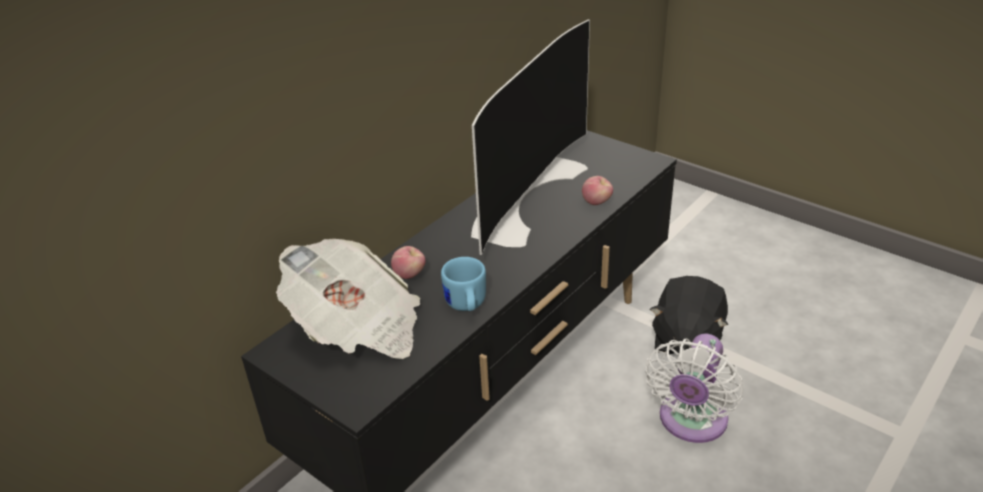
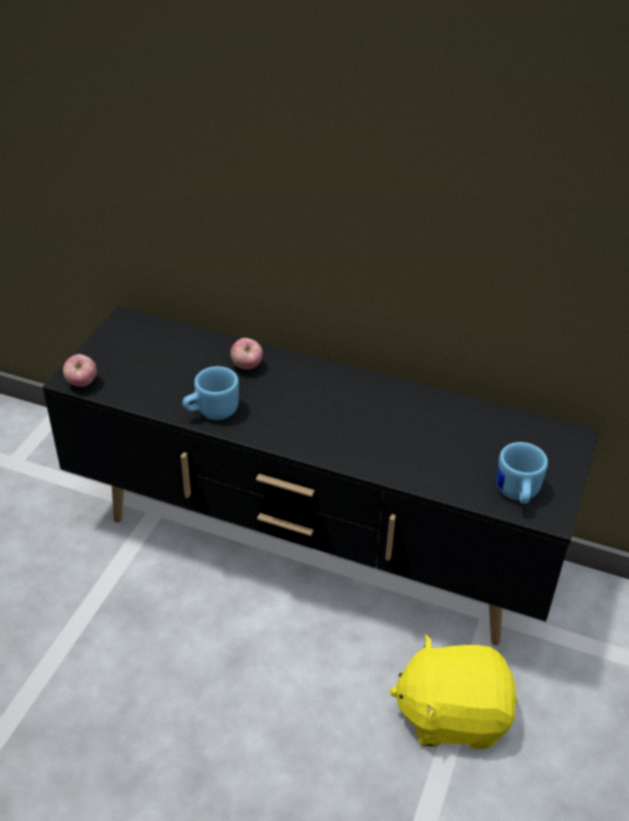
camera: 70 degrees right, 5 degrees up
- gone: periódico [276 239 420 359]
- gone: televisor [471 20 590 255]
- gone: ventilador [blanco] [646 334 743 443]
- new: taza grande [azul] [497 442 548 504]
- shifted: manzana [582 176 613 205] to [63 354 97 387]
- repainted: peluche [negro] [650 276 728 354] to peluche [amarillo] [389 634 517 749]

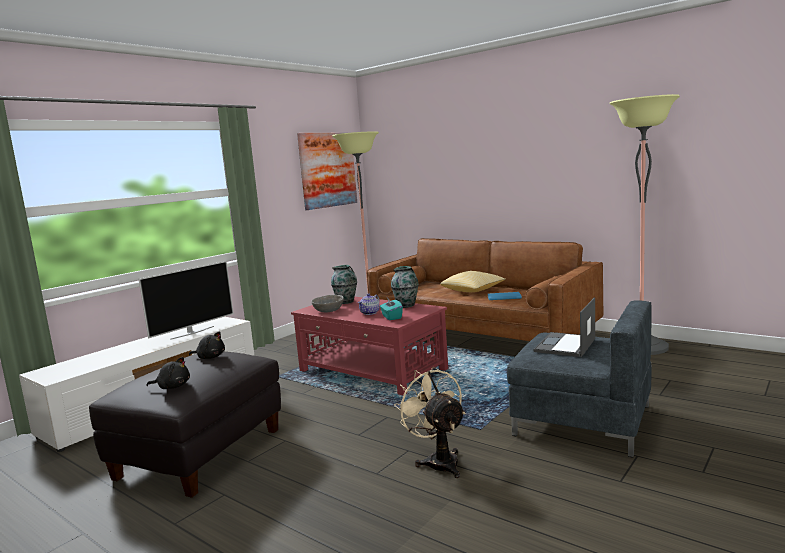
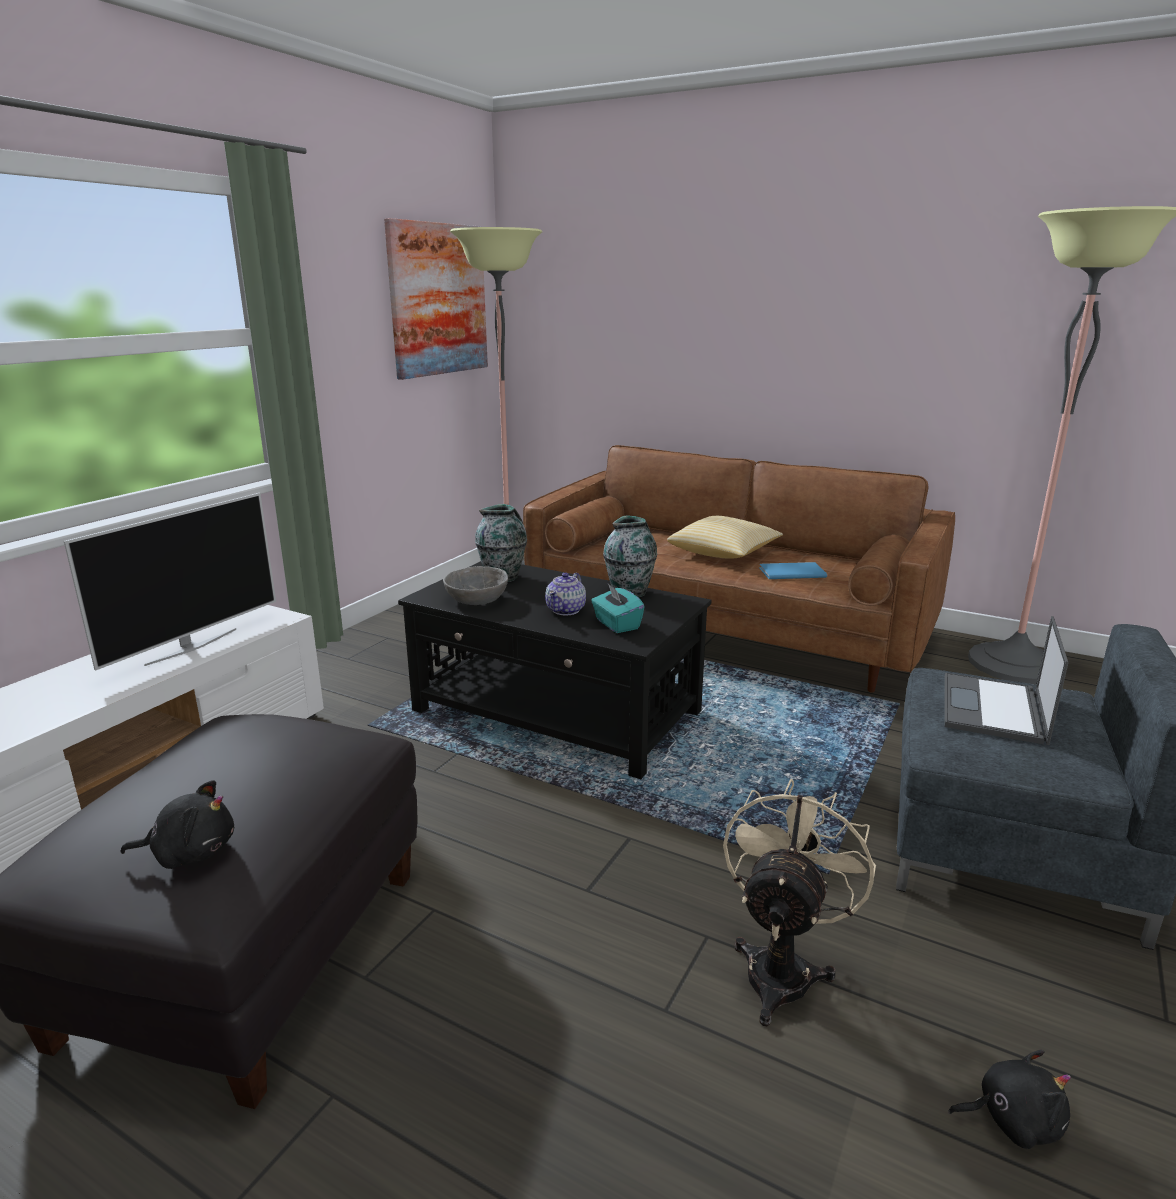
camera: 10 degrees left, 10 degrees up
- shifted: peluche [negro] [189 332 225 359] to [948 1050 1071 1149]
- repainted: mesa de centro [rojo] [291 297 448 395] to mesa de centro [negro] [398 561 712 779]
- rotated: ventilador [beis] [394 367 466 478] = [723 779 876 1026] 60 degrees clockwise

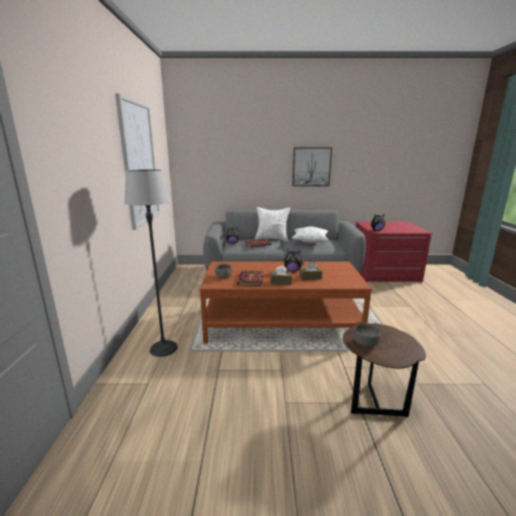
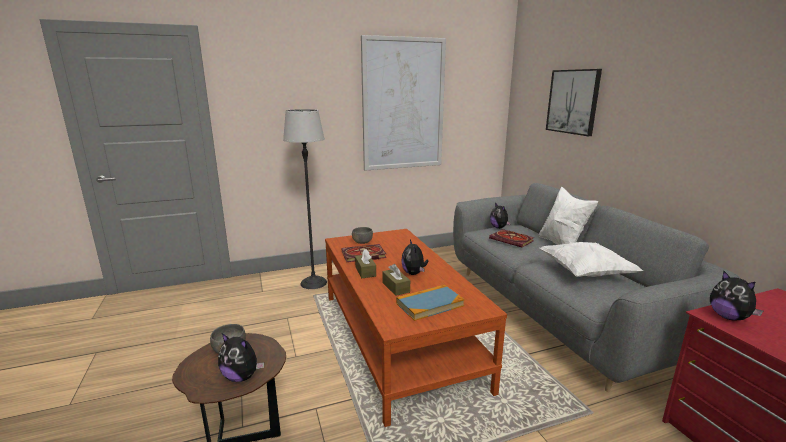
camera: 70 degrees right, 0 degrees up
- new: peluche [218 333 264 382]
- new: libro [396 285 465 321]
- shifted: cuadro [293 147 332 186] to [546 69 602 136]

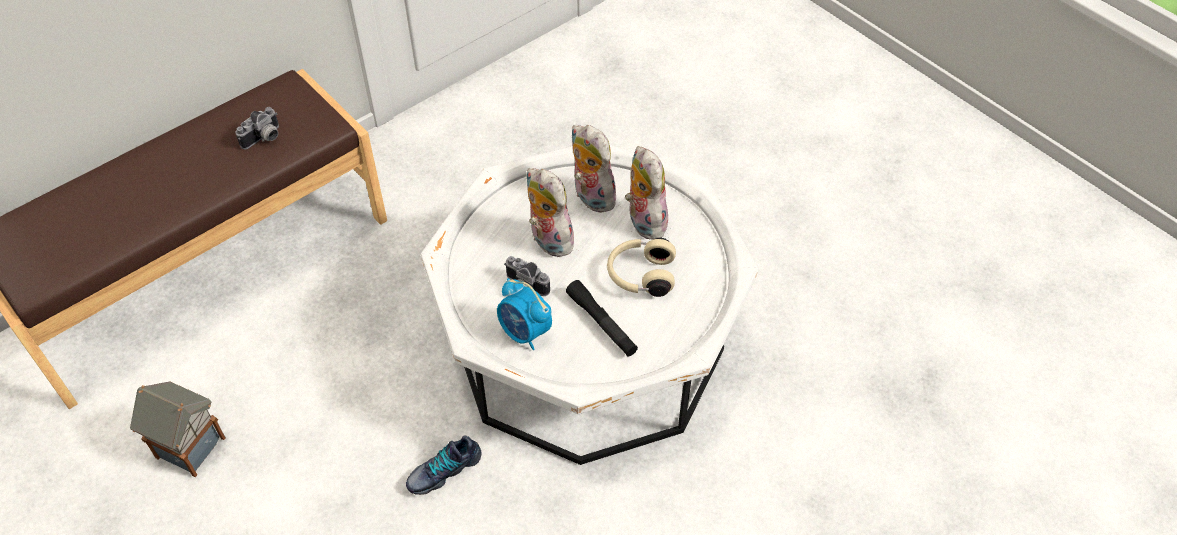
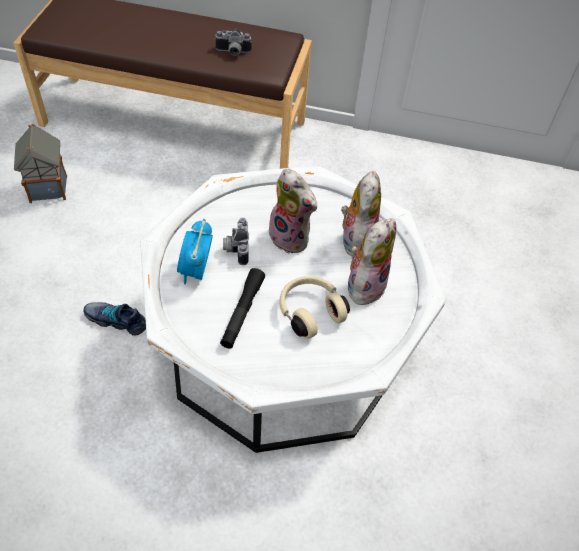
camera: 50 degrees right, 0 degrees up
- rotated: peluche [527 168 574 257] = [266 169 317 254] 120 degrees clockwise

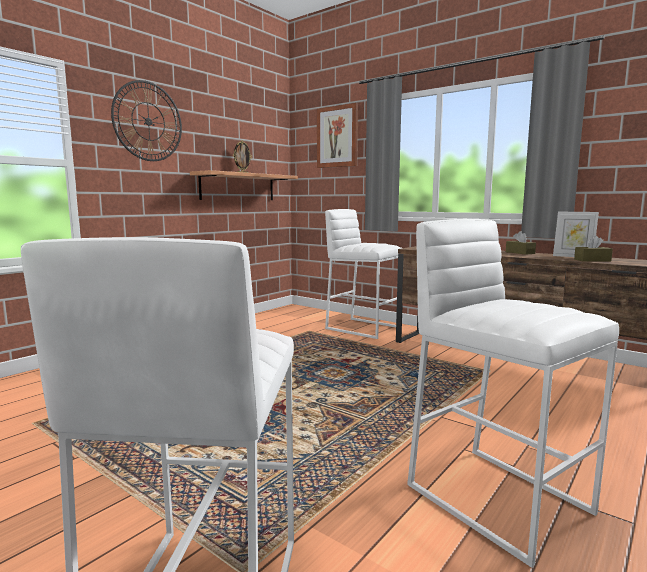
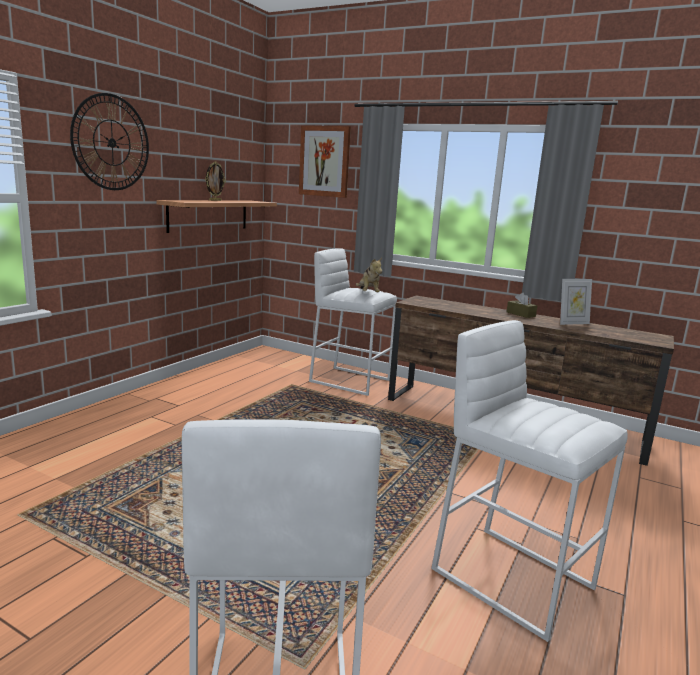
camera: 10 degrees left, 5 degrees up
- gone: caja de pañuelos [marrón] [574 236 613 261]
- new: peluche [356 258 382 292]
- rotated: portarretratos [553 212 599 257] = [560 279 592 325] 45 degrees counterclockwise

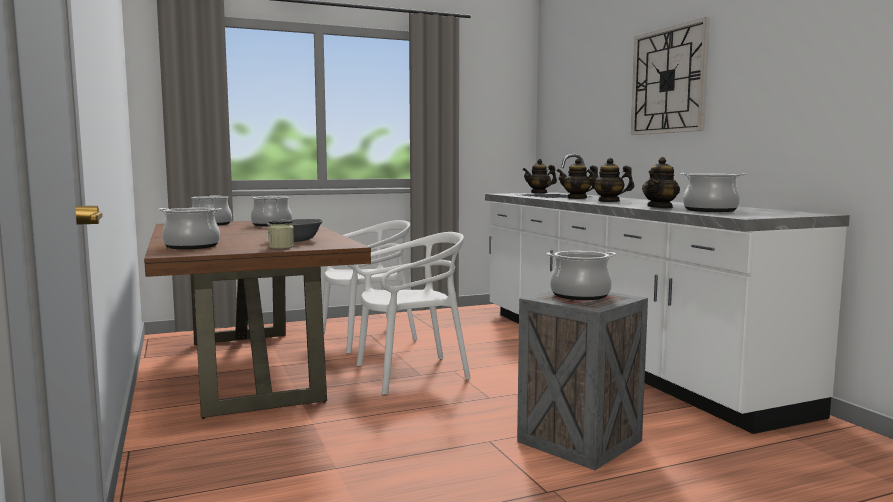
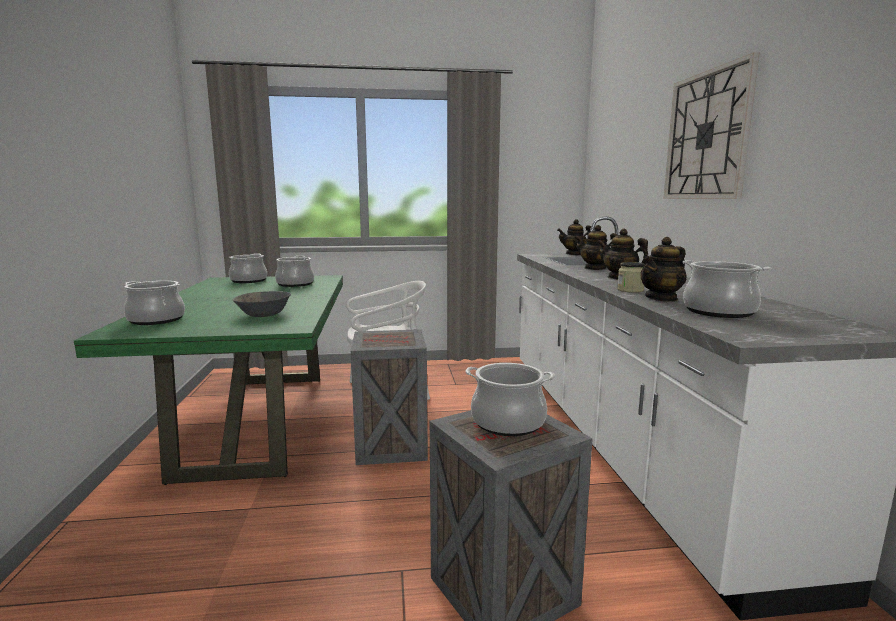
camera: 15 degrees right, 5 degrees up
- shifted: tarro [268 220 294 249] to [617 262 645 292]
- swapped: silla [blanco] [354 232 471 395] to caja de embalaje [351 329 428 465]
- repainted: mesa de comedor [marrón] [144 219 371 419] to mesa de comedor [verde] [74 275 343 485]

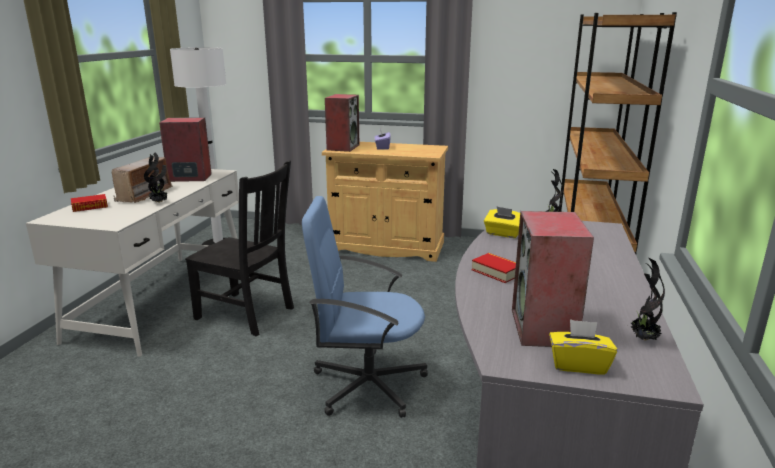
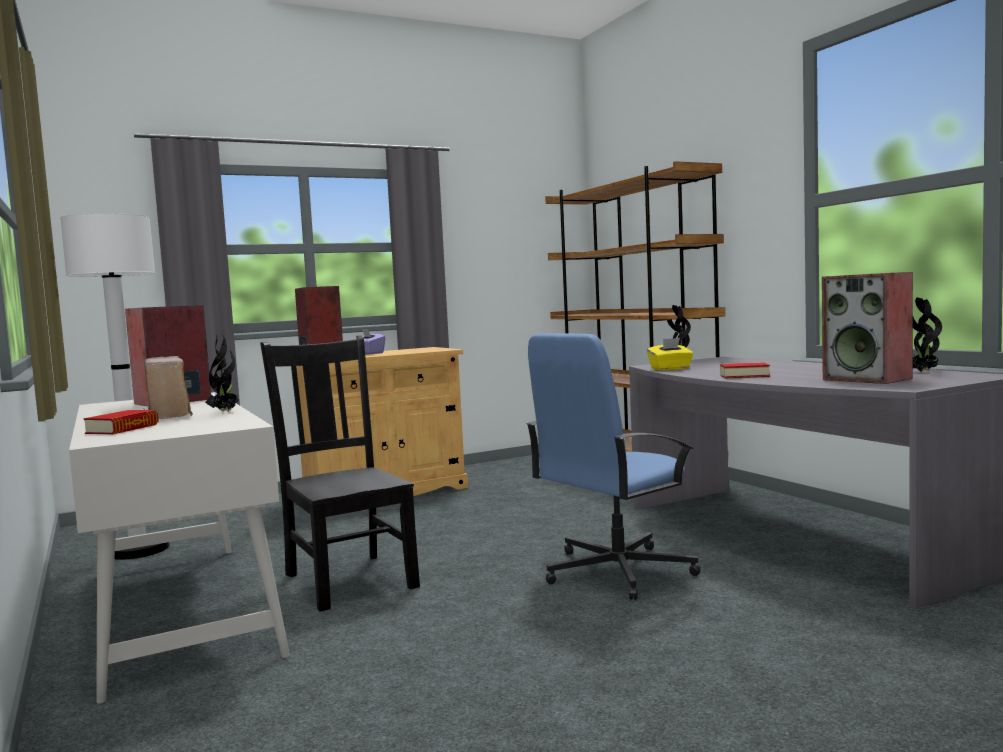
camera: 40 degrees left, 15 degrees down
- gone: caja de pañuelos [amarillo] [549 319 617 374]
- rotated: silla [negro] [185 160 294 336] = [260 335 420 612] 105 degrees counterclockwise

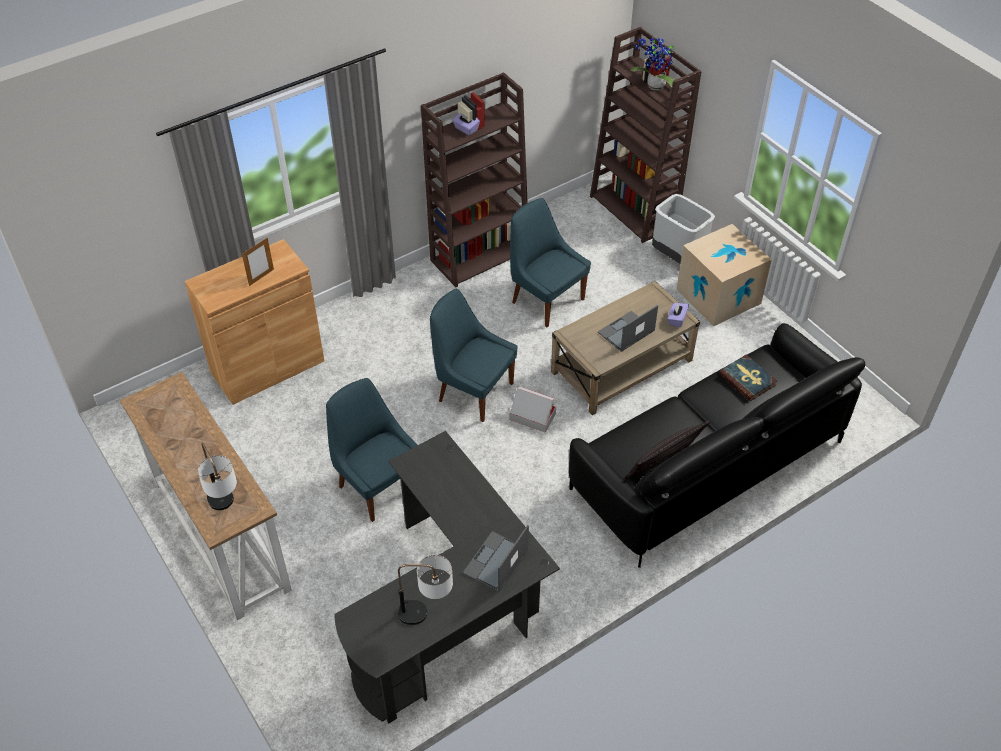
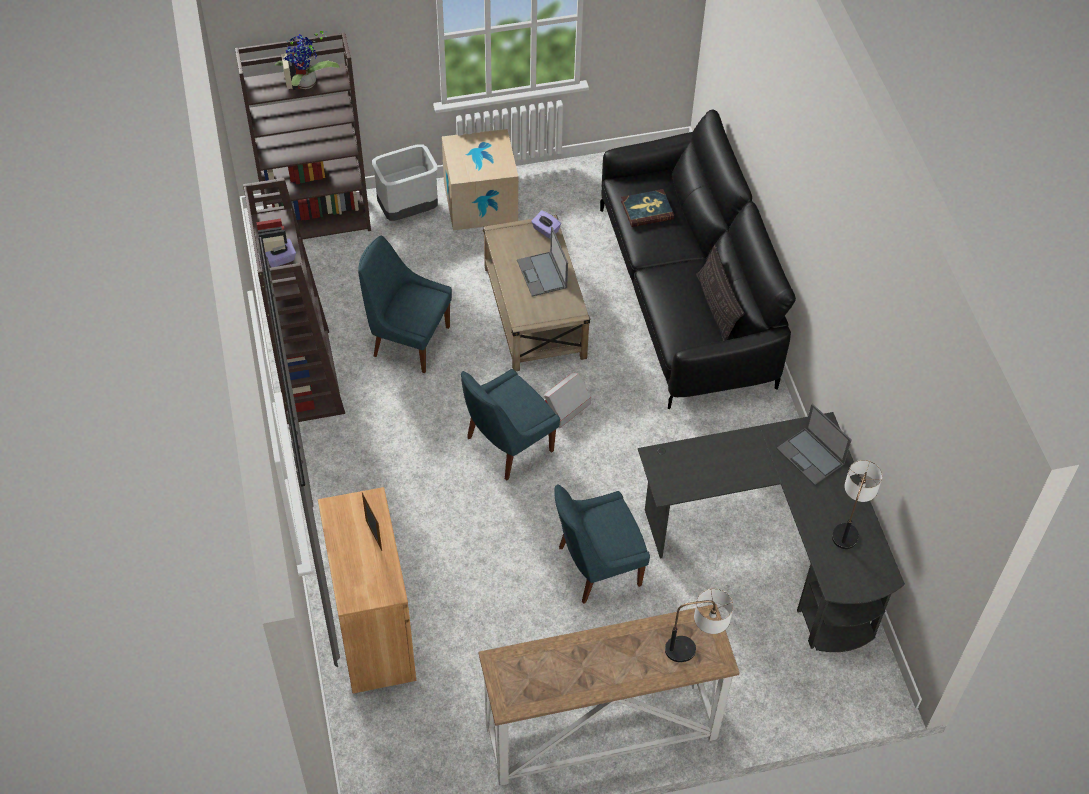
camera: 70 degrees left, 5 degrees up
- rotated: silla [azul] [510 198 591 327] = [358 236 452 373] 45 degrees clockwise

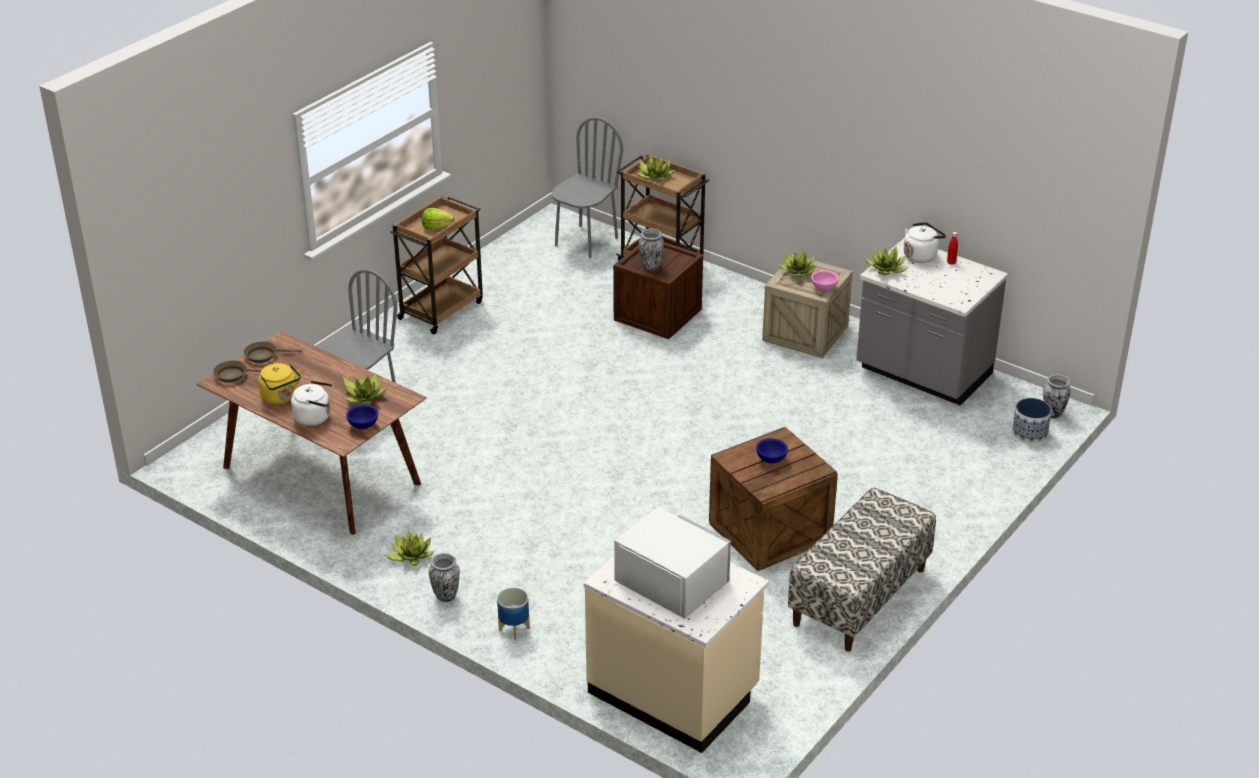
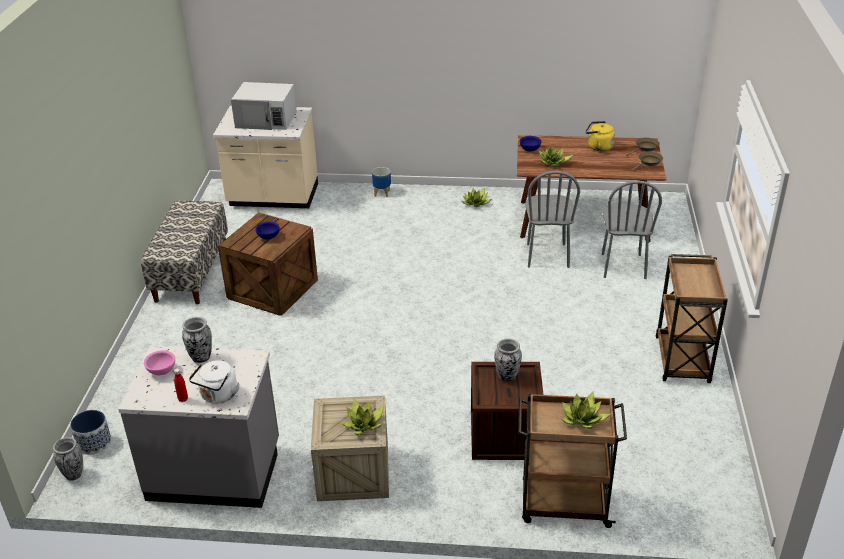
camera: 150 degrees right, 0 degrees up
- gone: hervidor [blanco] [291 380 333 426]
- gone: lechuga [422 208 455 229]
- gone: planta en maceta [864 247 906 275]
- shifted: florero [429 553 460 602] to [182 317 212 363]
- shifted: silla [gris] [552 117 623 258] to [525 171 580 268]
- shifted: cuenco [rosa] [811 270 839 291] to [144 350 175 375]

